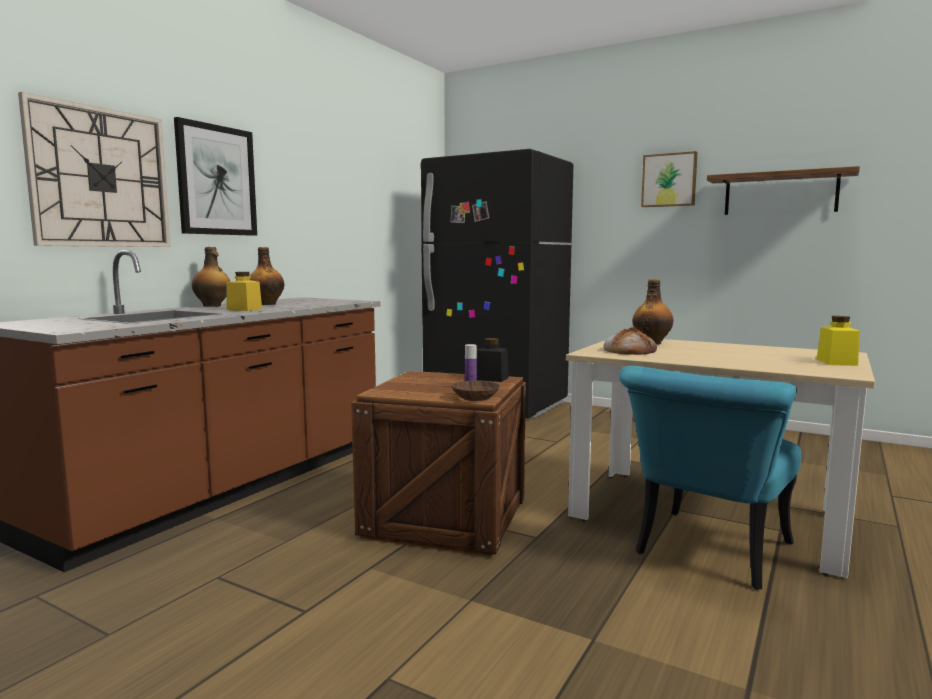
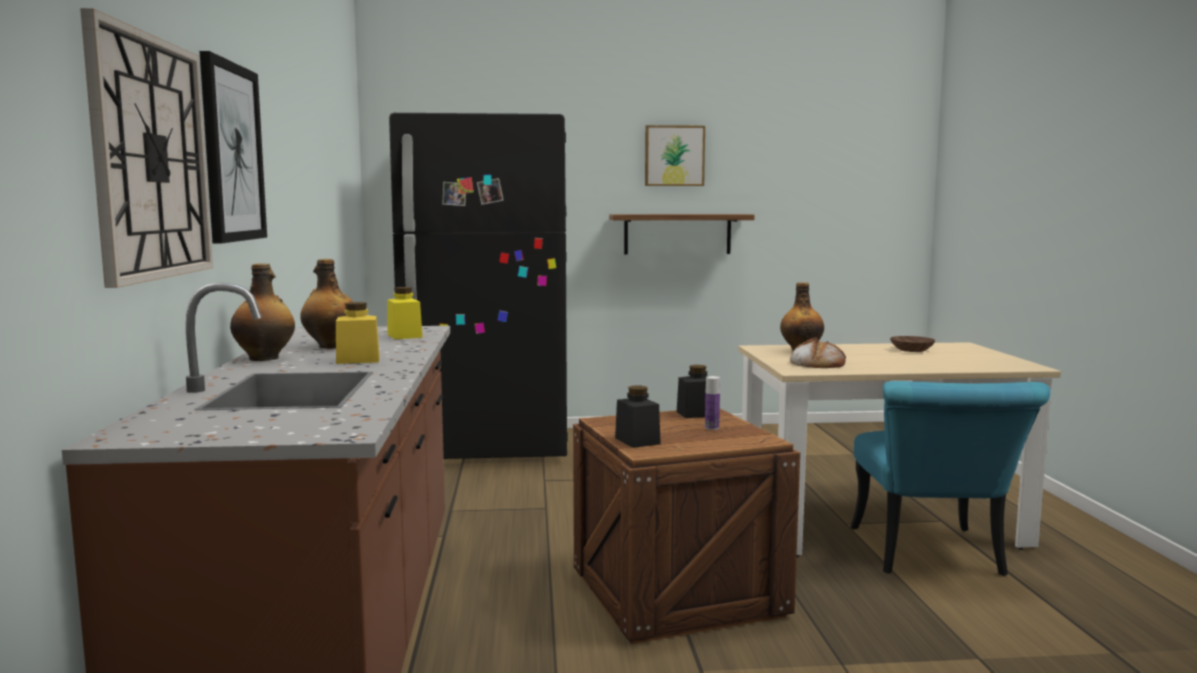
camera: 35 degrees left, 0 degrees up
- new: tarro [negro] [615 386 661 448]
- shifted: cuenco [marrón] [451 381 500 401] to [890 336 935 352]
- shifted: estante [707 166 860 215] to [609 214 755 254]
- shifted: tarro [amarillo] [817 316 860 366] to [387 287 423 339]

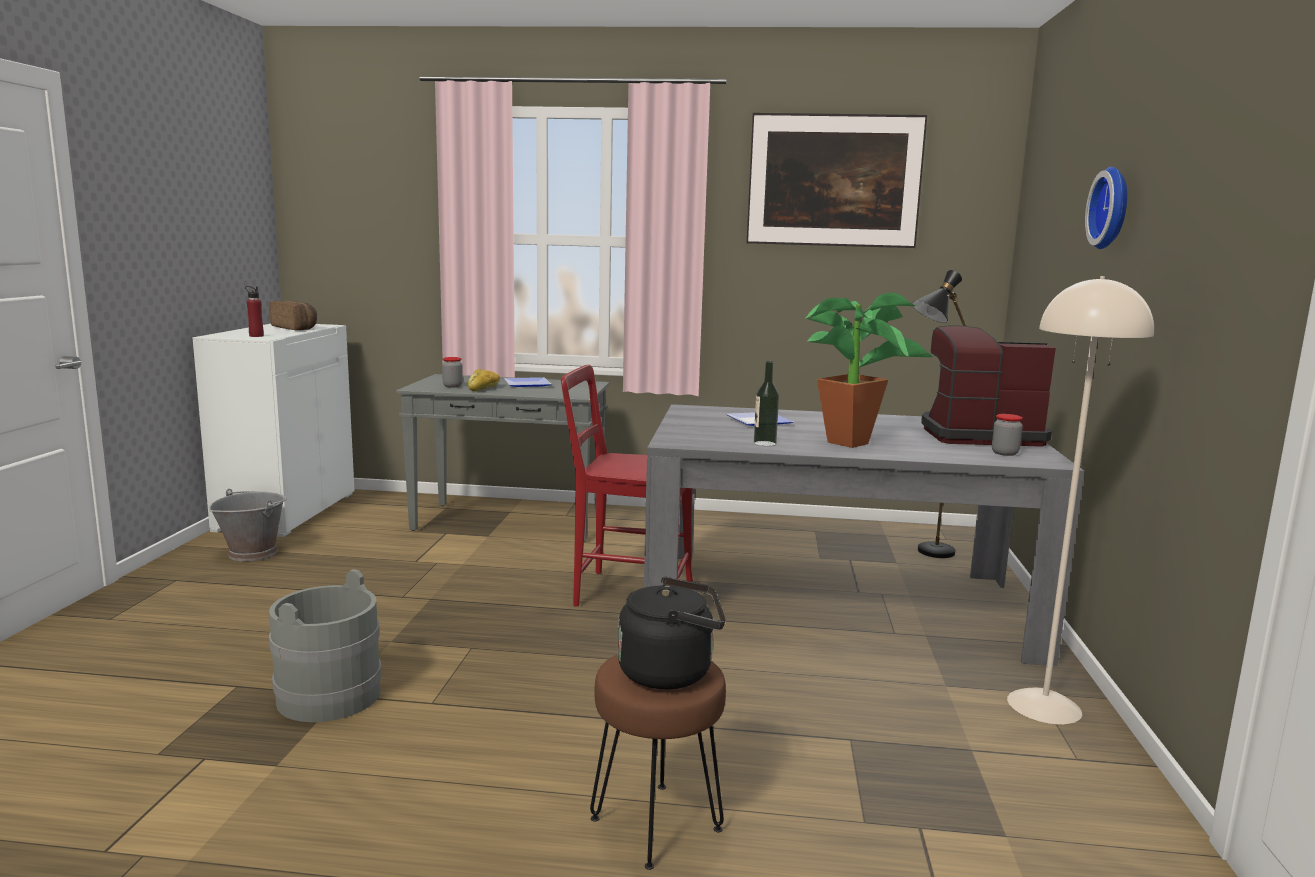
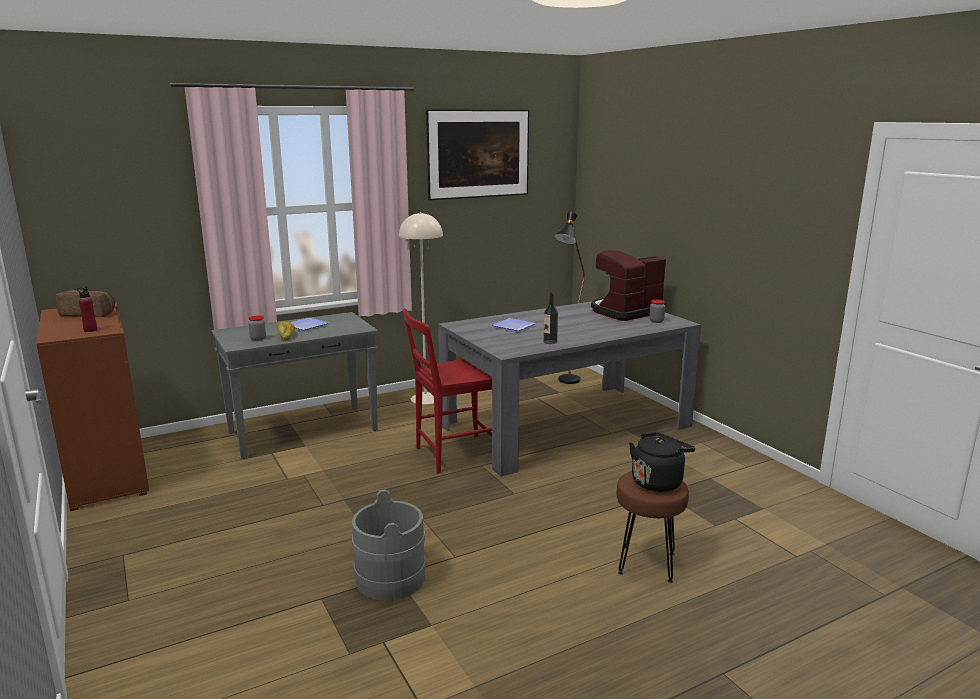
camera: 35 degrees left, 5 degrees up
- gone: cubo [gris] [209 489 287 562]
- gone: planta en maceta [805 293 933 448]
- gone: reloj de pared [1085 167 1127 249]
- shifted: lámpara de pie [beis] [1007 276 1154 724] to [399 212 443 404]
- repainted: armario [blanco] [193 324 355 537] to armario [marrón] [36 302 149 511]

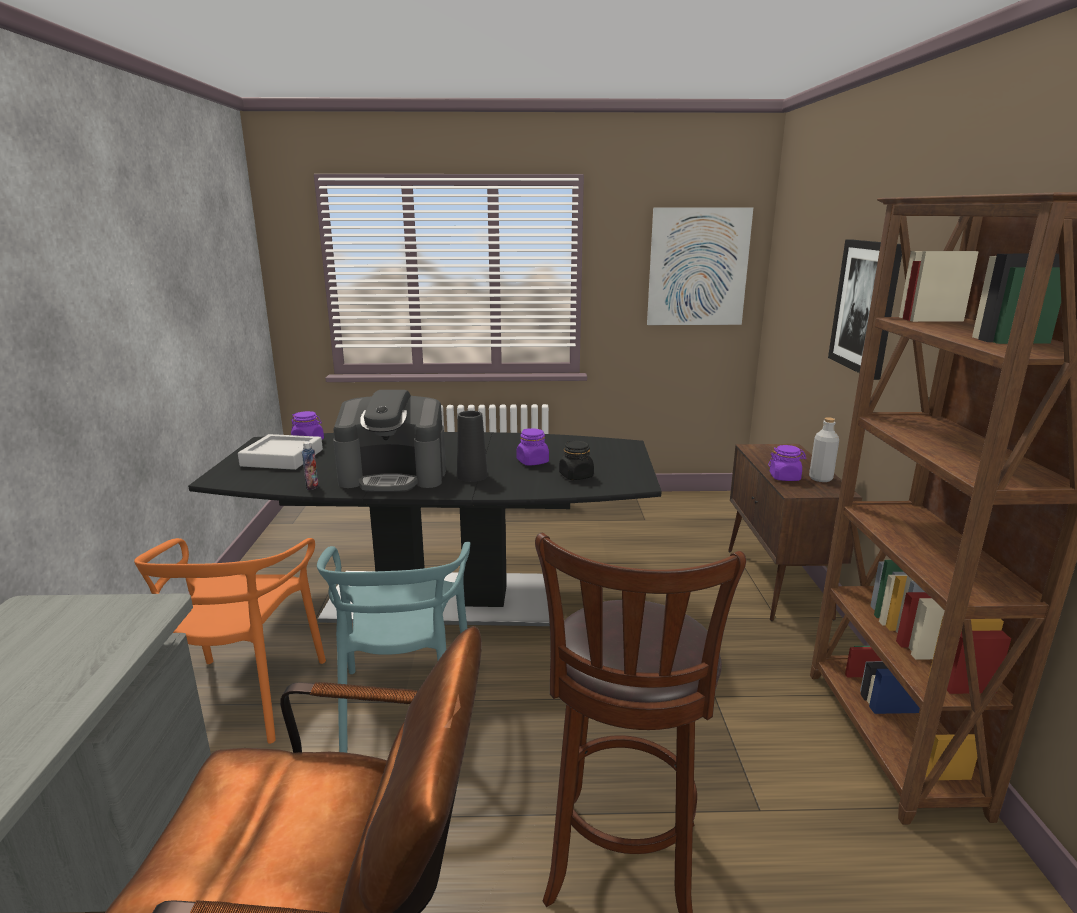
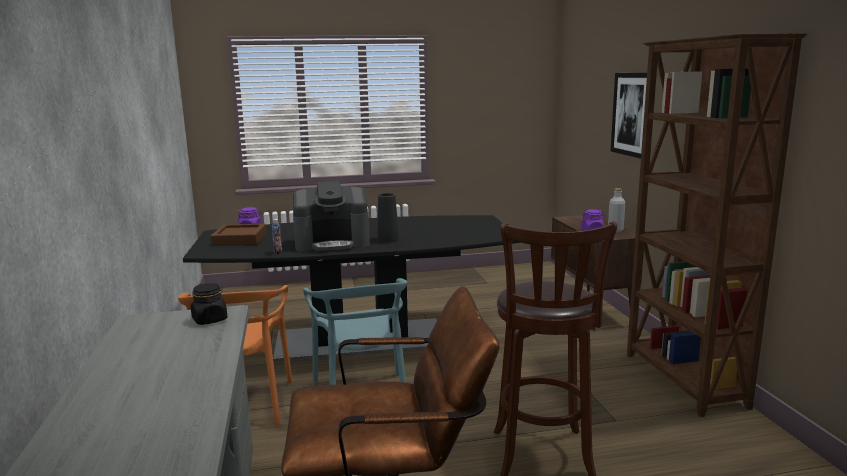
camera: 10 degrees left, 5 degrees down
- gone: tarro [morado] [517 428 549 466]
- gone: cuadro [647 208 753 325]
- shifted: tarro [negro] [559 441 594 480] to [191 283 227 325]
- repainted: bandeja [gris] [238 434 323 470] to bandeja [marrón] [211 224 266 246]

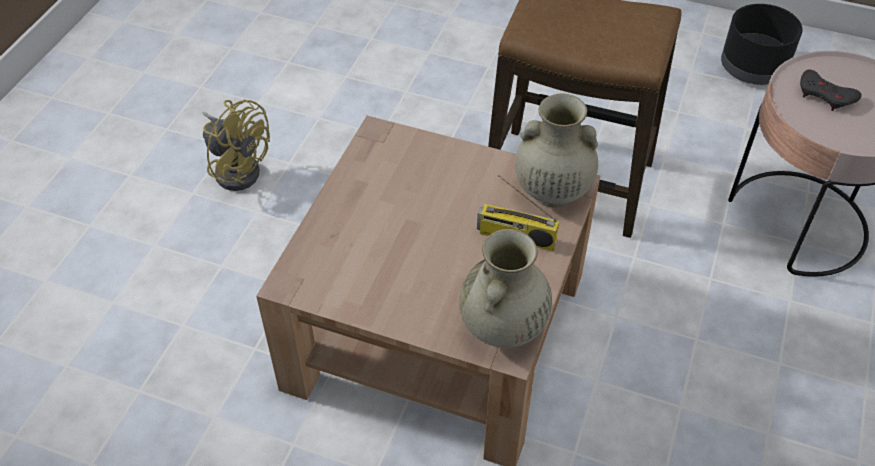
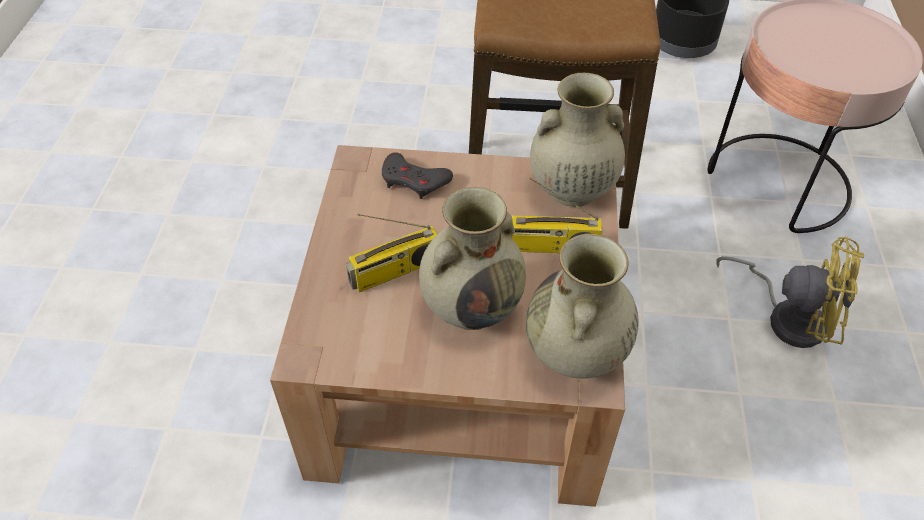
camera: 15 degrees left, 0 degrees up
- new: radio [346 214 437 292]
- new: florero [beis] [419 187 526 330]
- shifted: ventilador [amarillo] [203 99 270 191] to [716 236 864 348]
- shifted: mando de consola [gris] [800 69 862 111] to [382 152 453 199]

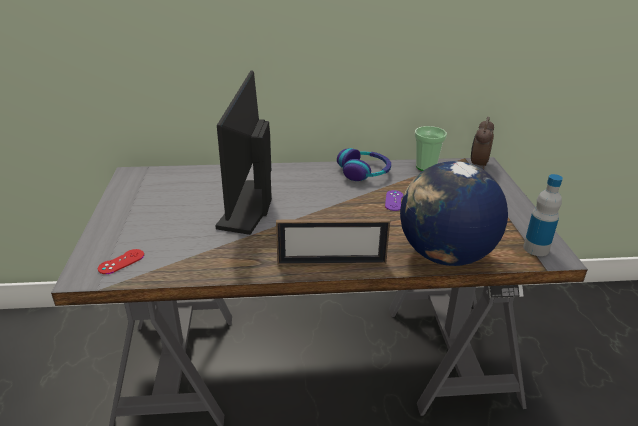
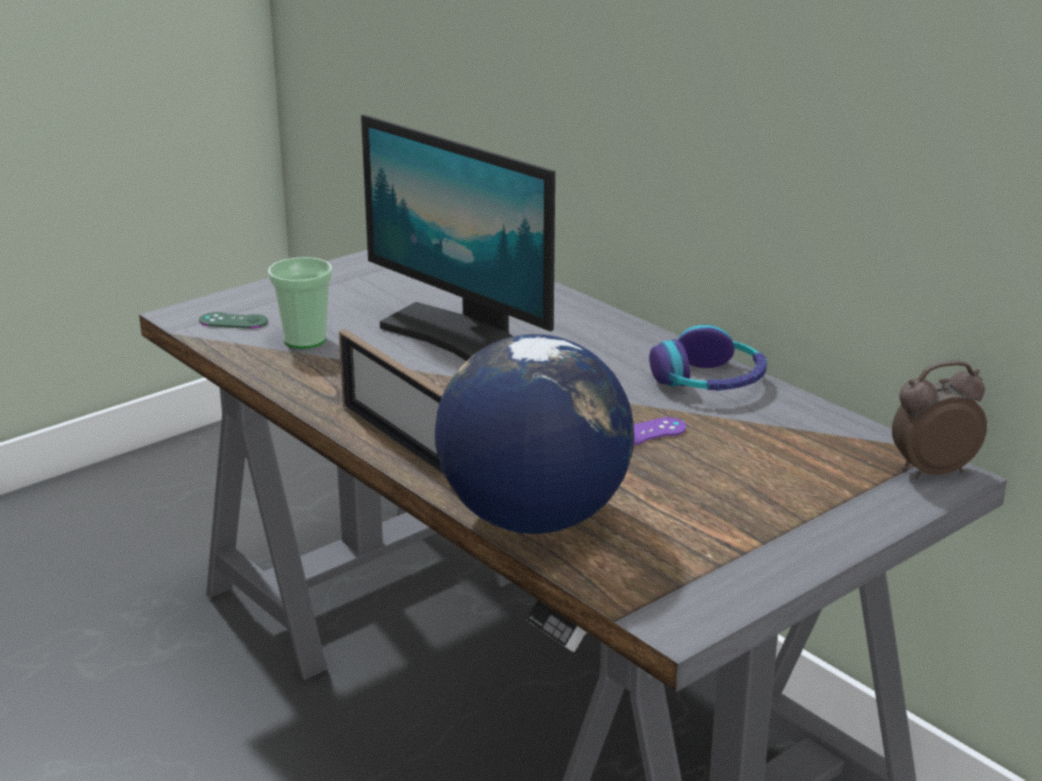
camera: 55 degrees right, 5 degrees down
- gone: botella [523 174 563 256]
- shifted: taza [415 126 447 171] to [268 257 332 349]
- repainted: mando de consola [rojo] [98 249 144 274] to mando de consola [verde] [199 312 268 329]
- rotated: monitor [215 70 272 235] = [361 115 555 361] 105 degrees counterclockwise

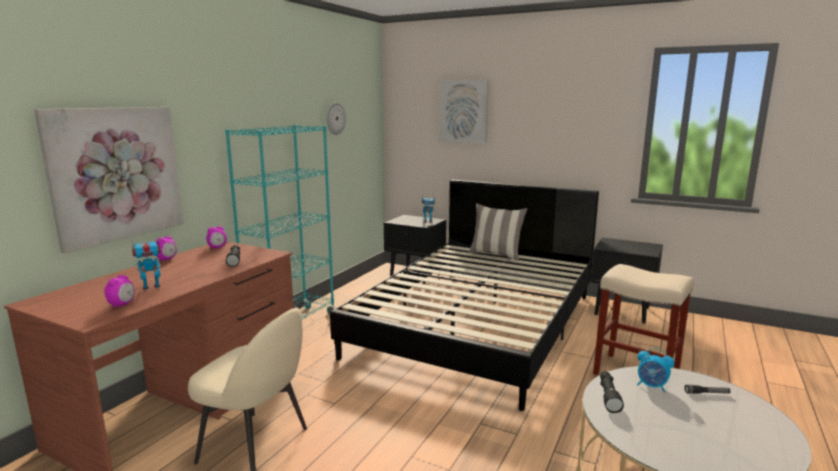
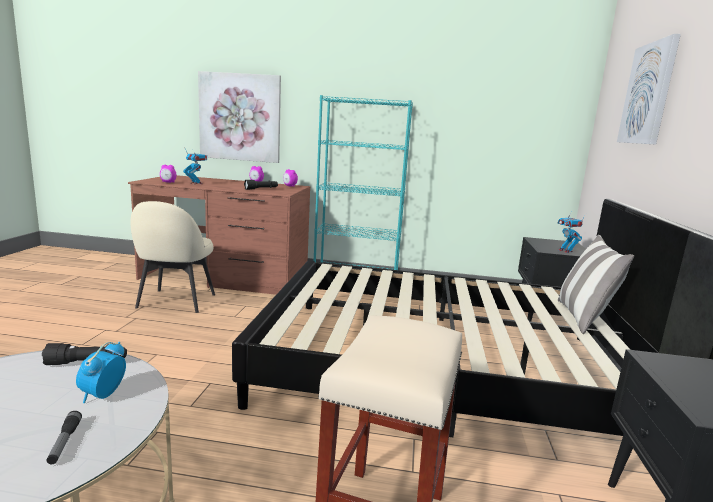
camera: 70 degrees right, 0 degrees up
- gone: reloj de pared [326 102 346 135]

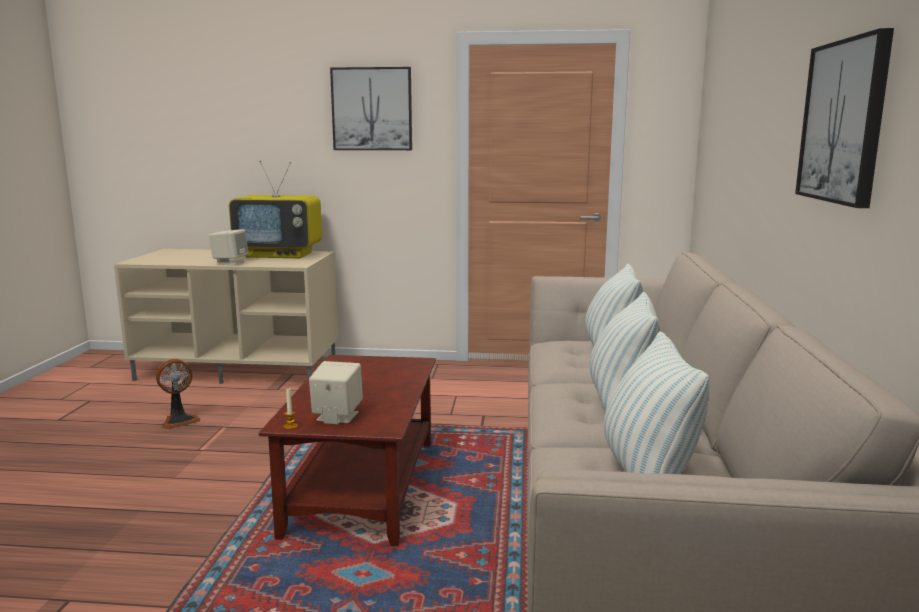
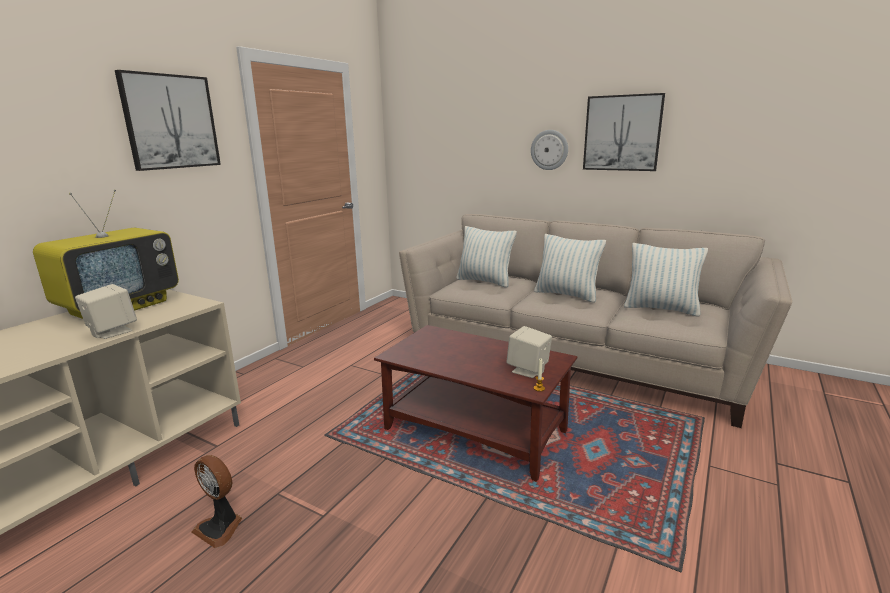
camera: 65 degrees left, 5 degrees up
- new: reloj de pared [531 130 568 170]
- rotated: ventilador [156 359 201 429] = [192 455 242 548] 135 degrees clockwise

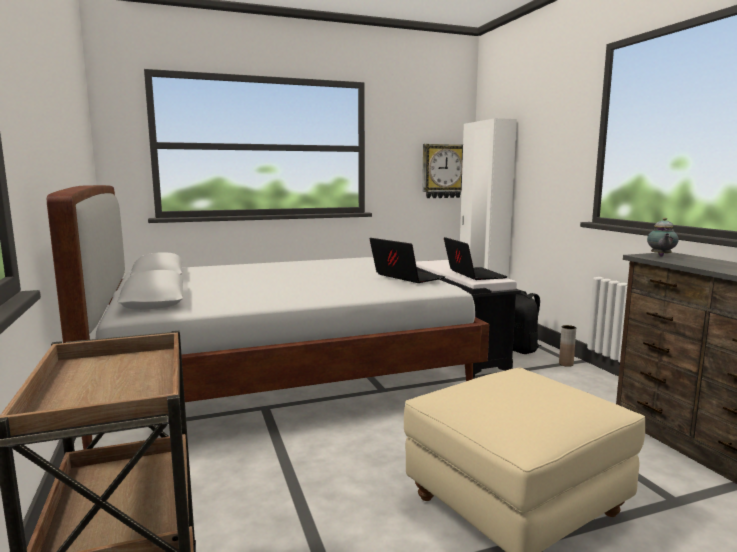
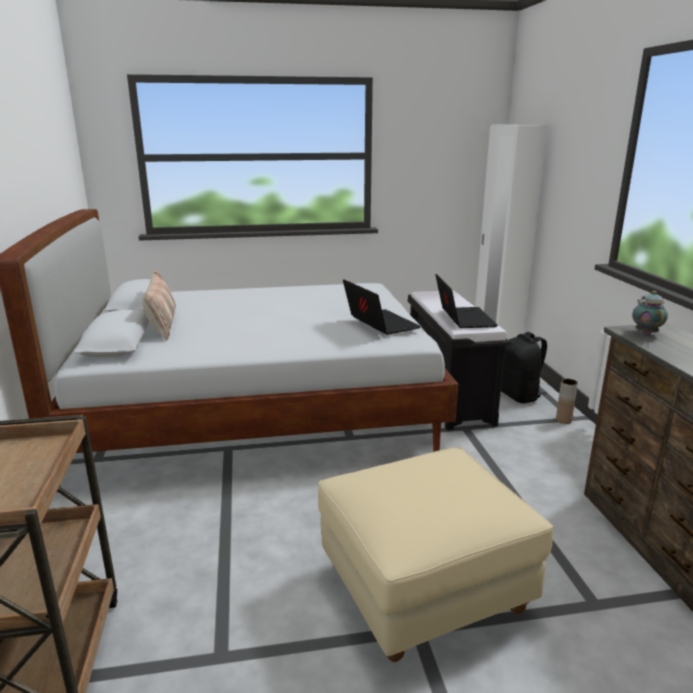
camera: 10 degrees right, 10 degrees up
- gone: reloj de pared [422 144 463 198]
- new: cojín [142 270 176 340]
- rotated: tetera [647 218 679 257] = [632 291 668 335] 150 degrees clockwise

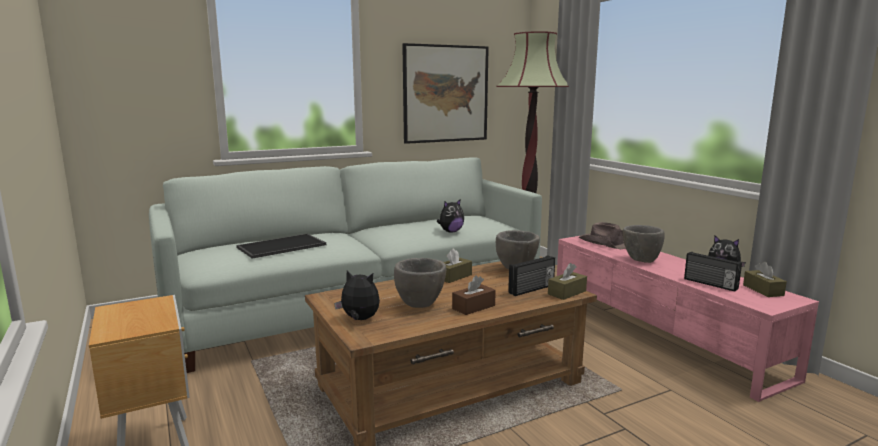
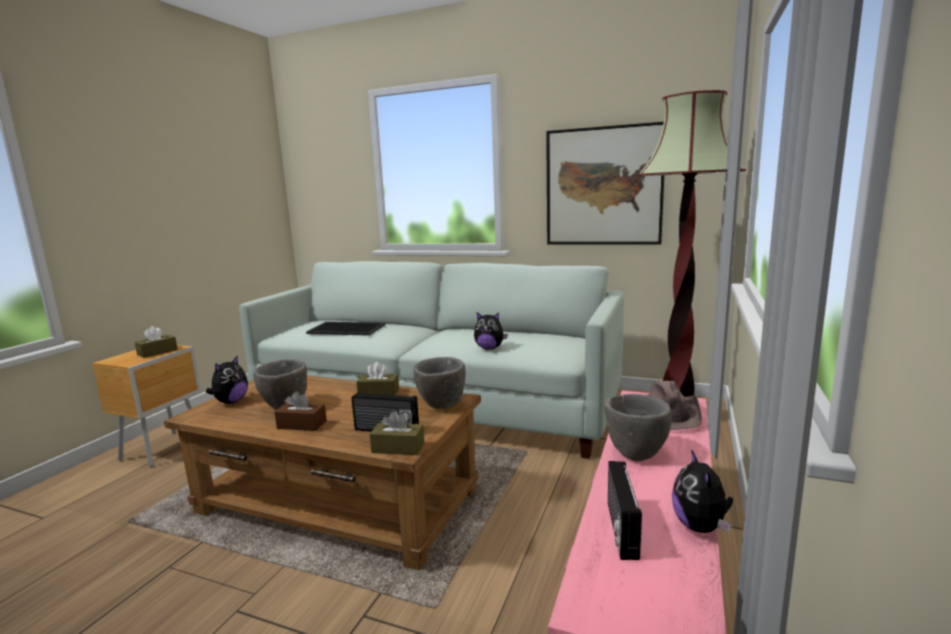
camera: 50 degrees right, 0 degrees up
- shifted: caja de pañuelos [marrón] [743 262 787 297] to [135 326 178 358]
- rotated: peluche [334 270 380 320] = [206 355 248 404] 45 degrees clockwise

